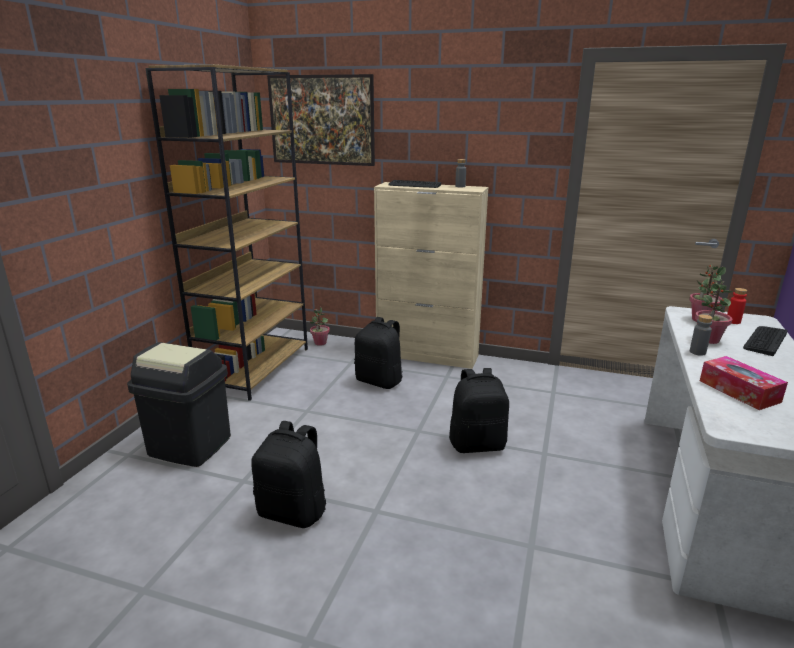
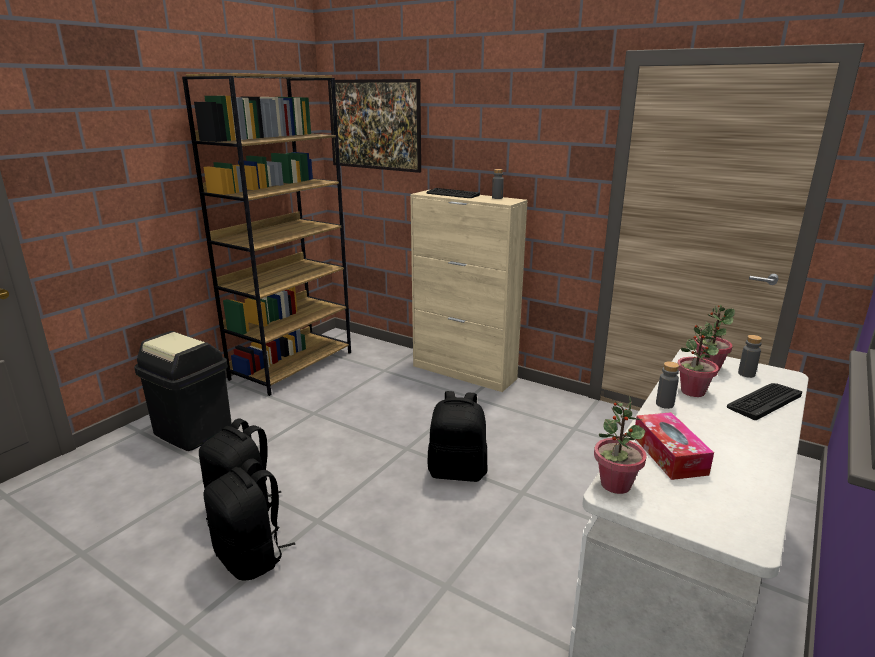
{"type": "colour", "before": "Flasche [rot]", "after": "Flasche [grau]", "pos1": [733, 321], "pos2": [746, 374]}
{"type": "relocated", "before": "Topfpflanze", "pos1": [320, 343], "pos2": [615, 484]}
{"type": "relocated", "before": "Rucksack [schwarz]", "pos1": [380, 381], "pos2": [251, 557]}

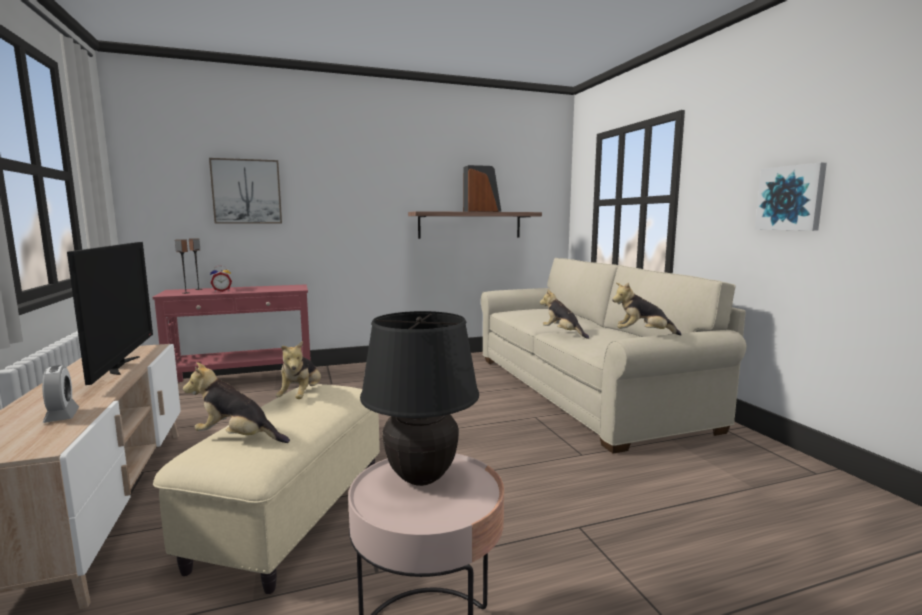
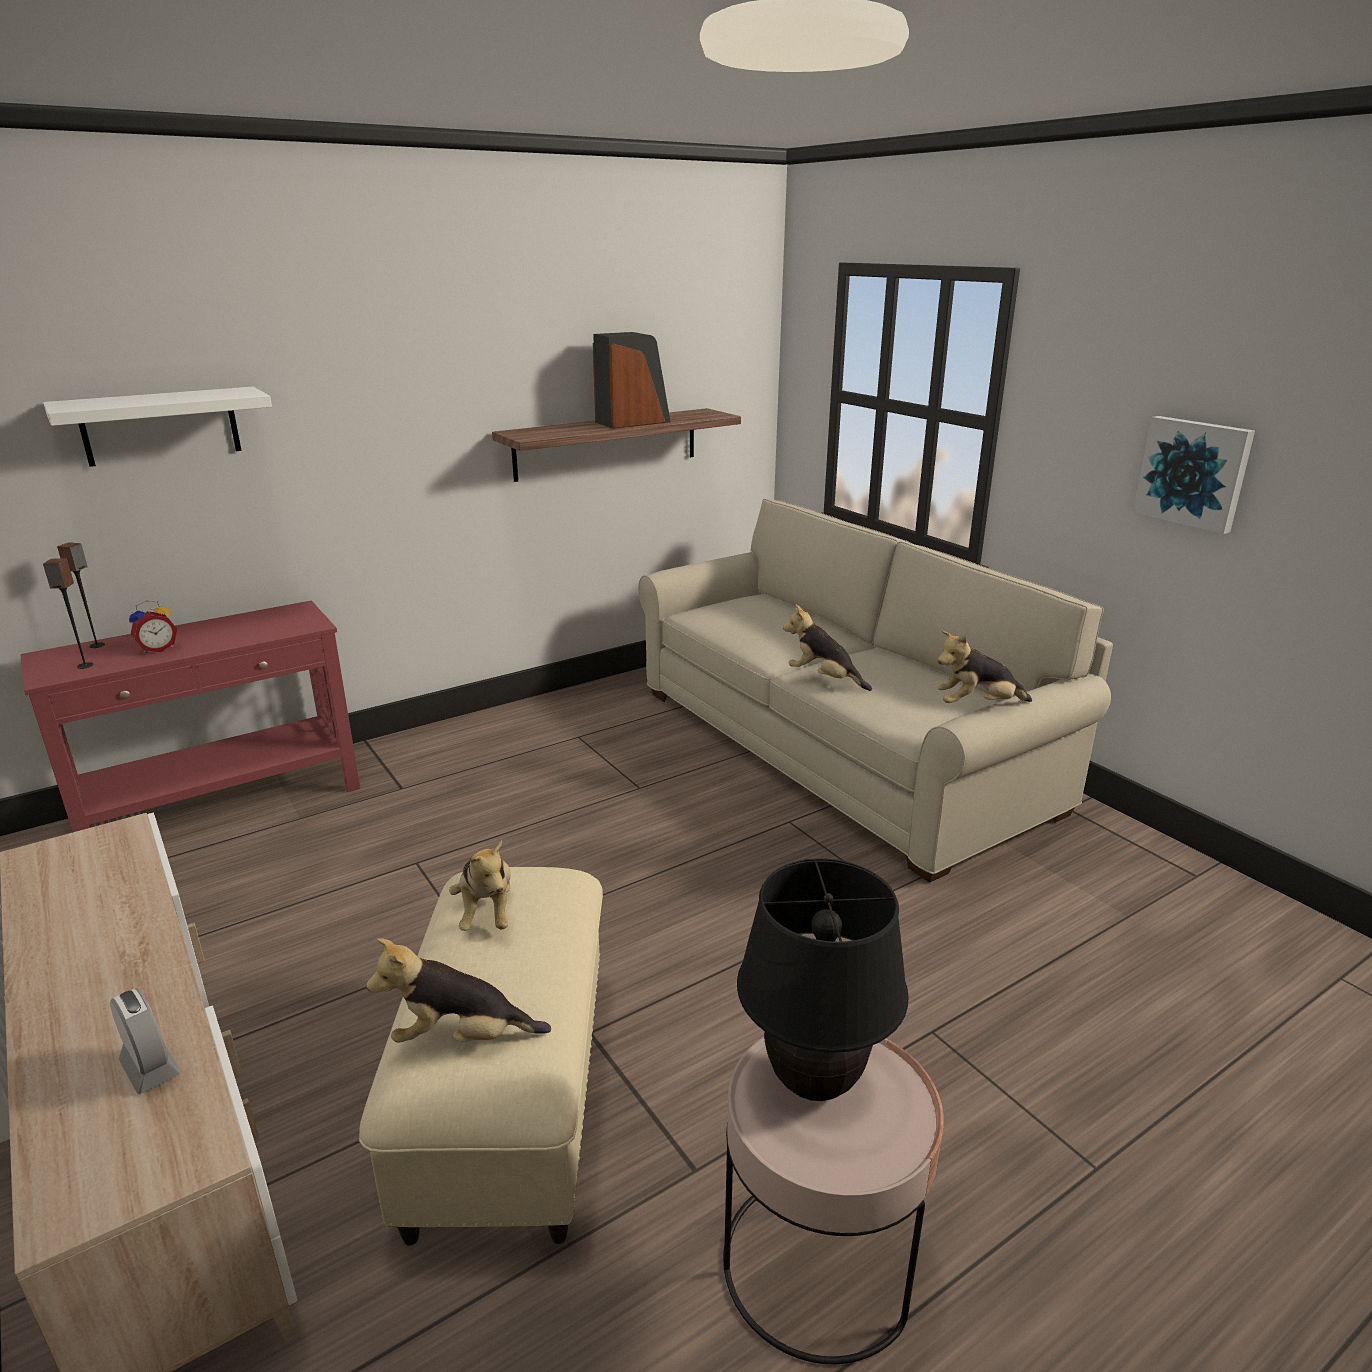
{"type": "exchanged", "before": "Bild", "after": "Wandregal [weiß]", "pos1": [247, 191], "pos2": [160, 426]}
{"type": "missing", "before": "Fernseher", "pos1": [122, 366]}

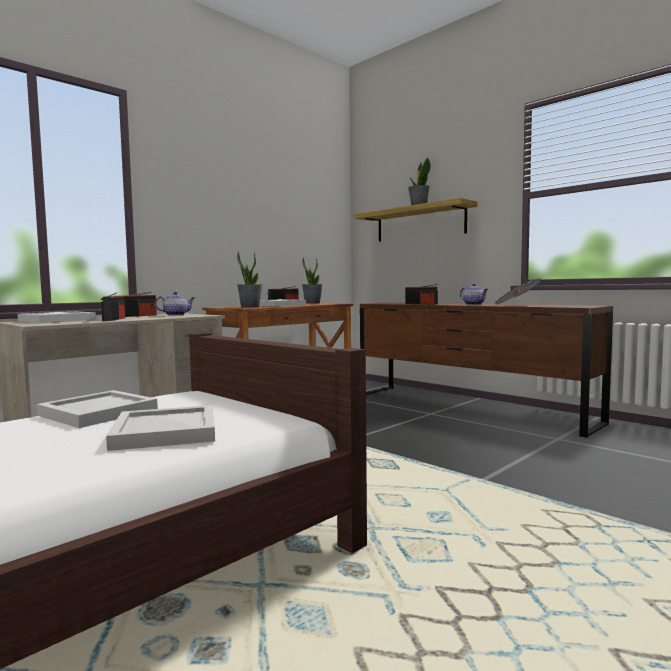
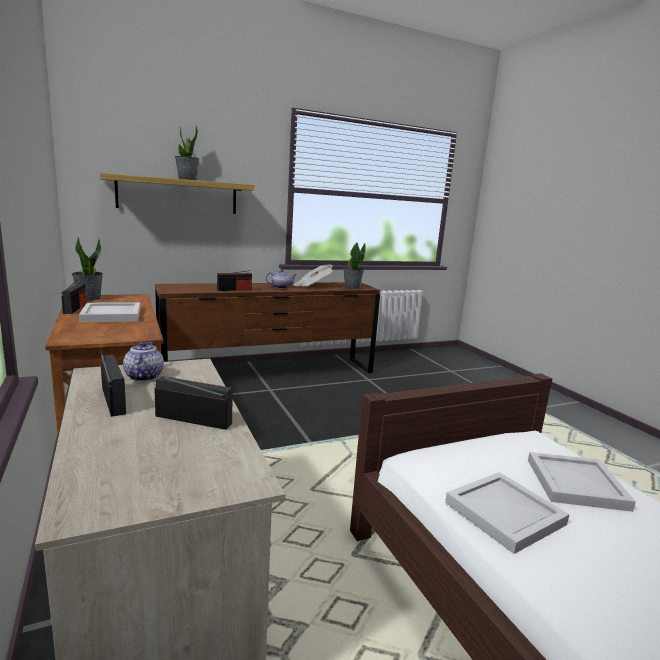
{"type": "relocated", "before": "Topfpflanze", "pos1": [250, 307], "pos2": [352, 287]}
{"type": "missing", "before": "Tablett [weiß]", "pos1": [56, 320]}

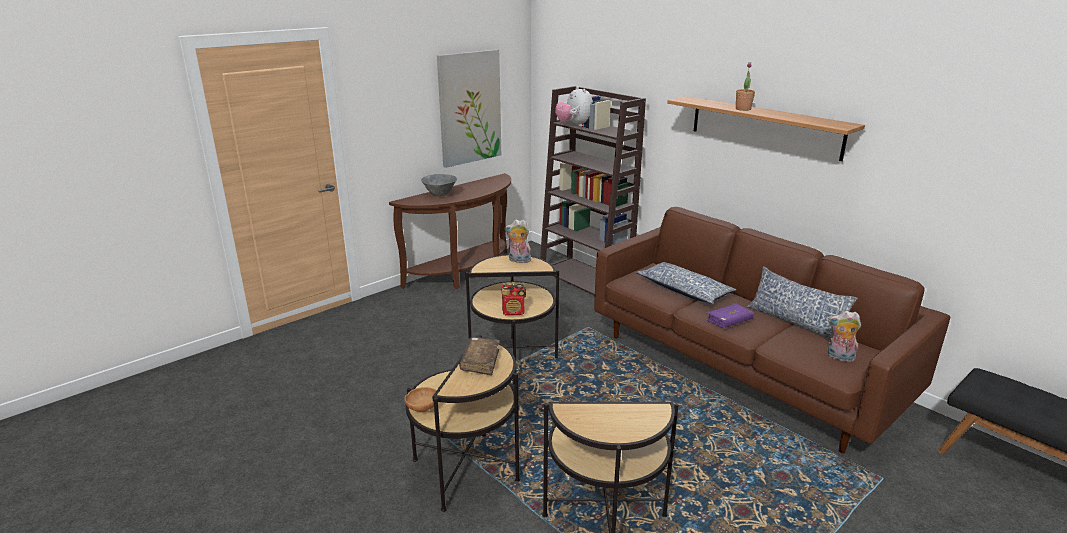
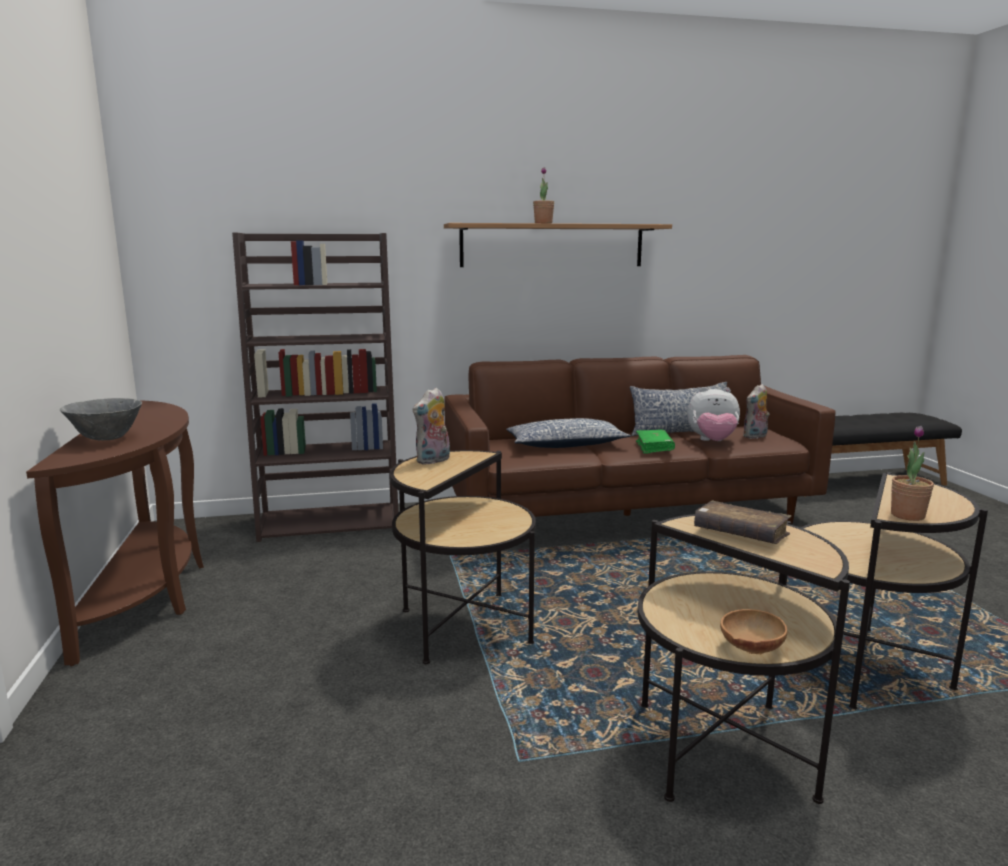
{"type": "missing", "before": "Bild", "pos1": [469, 108]}
{"type": "relocated", "before": "Plüschtier", "pos1": [574, 125], "pos2": [712, 442]}
{"type": "missing", "before": "Radio", "pos1": [513, 312]}
{"type": "colour", "before": "Buch [lila]", "after": "Buch [grün]", "pos1": [729, 321], "pos2": [654, 447]}
{"type": "appeared", "after": "Topfpflanze", "pos2": [907, 515]}

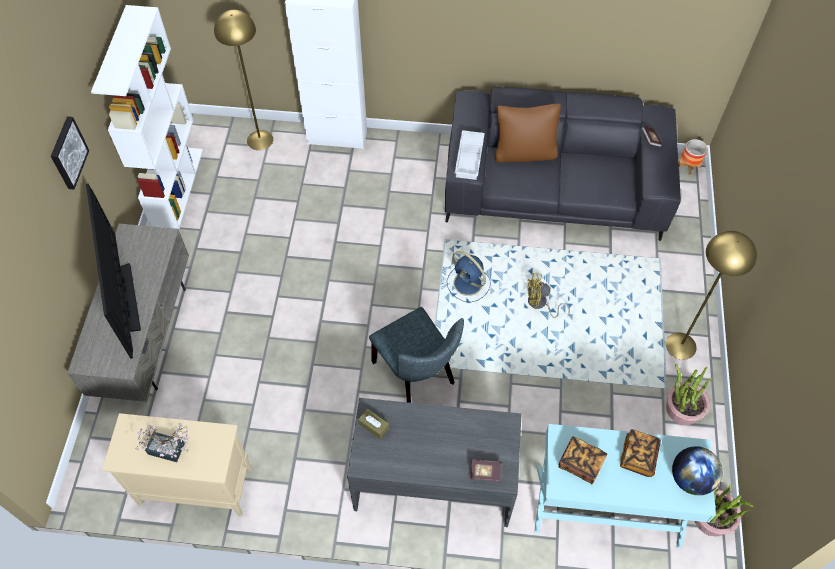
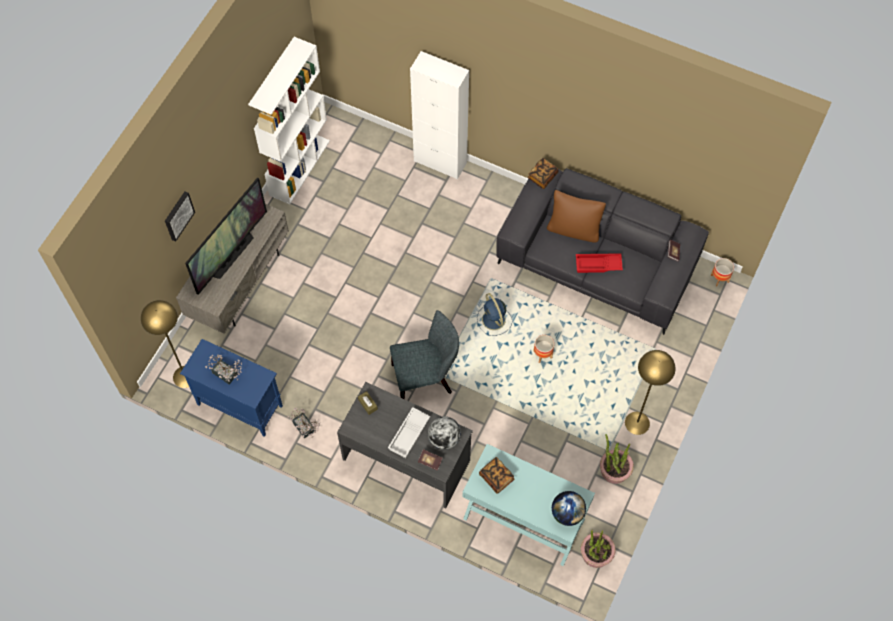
{"type": "relocated", "before": "Stehlampe [gelb]", "pos1": [260, 140], "pos2": [185, 376]}
{"type": "relocated", "before": "Bild", "pos1": [67, 153], "pos2": [178, 215]}
{"type": "relocated", "before": "Tablett [weiß]", "pos1": [470, 158], "pos2": [409, 435]}
{"type": "spun", "before": "Fernseher", "pos1": [127, 298], "pos2": [232, 255], "turn": -150}
{"type": "exchanged", "before": "Ventilator [gelb]", "after": "Pflanzkübel", "pos1": [540, 304], "pos2": [542, 354]}
{"type": "spun", "before": "Stuhl [grau]", "pos1": [417, 375], "pos2": [426, 378], "turn": -90}
{"type": "colour", "before": "Schrank [beige]", "after": "Schrank [blau]", "pos1": [194, 486], "pos2": [239, 405]}
{"type": "relocated", "before": "Buch", "pos1": [638, 456], "pos2": [542, 177]}
{"type": "appeared", "after": "Tablett [rot]", "pos2": [598, 265]}
{"type": "appeared", "after": "Topfpflanze", "pos2": [305, 429]}
{"type": "appeared", "after": "Globus", "pos2": [444, 439]}

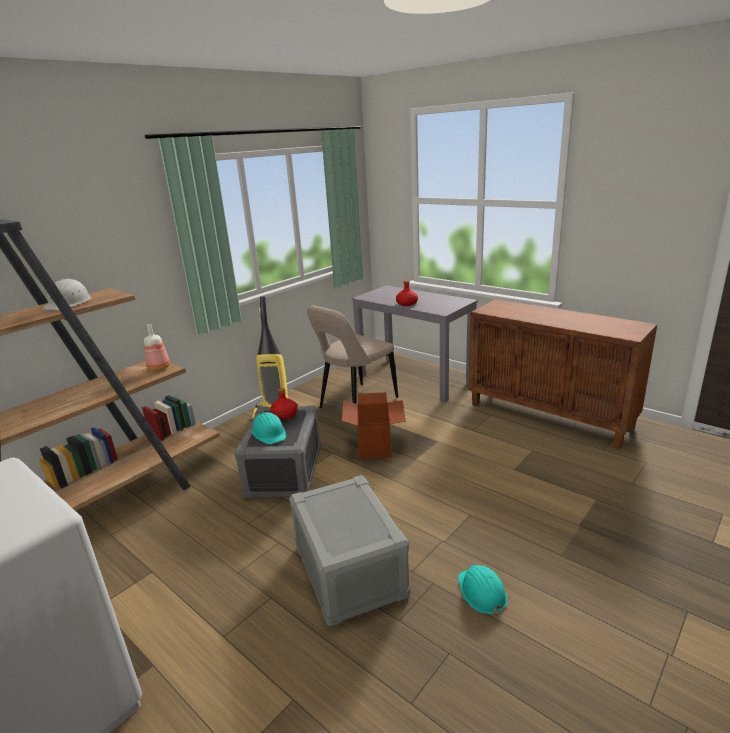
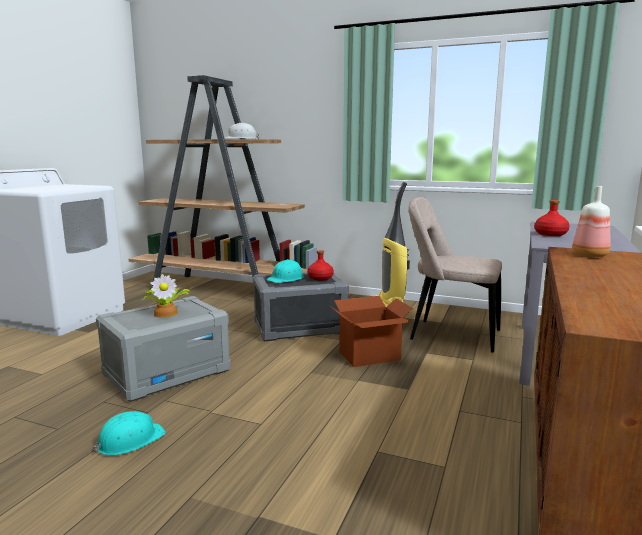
{"type": "relocated", "before": "Flasche", "pos1": [160, 368], "pos2": [591, 255]}
{"type": "appeared", "after": "Topfpflanze", "pos2": [166, 313]}

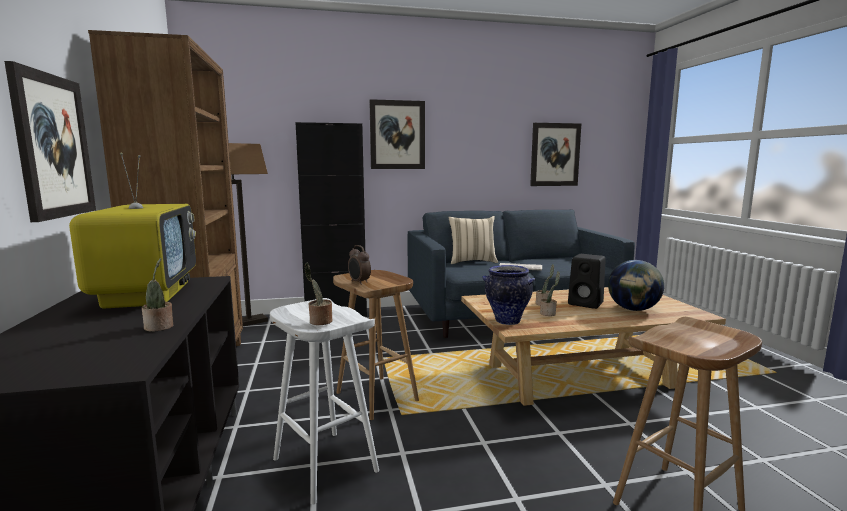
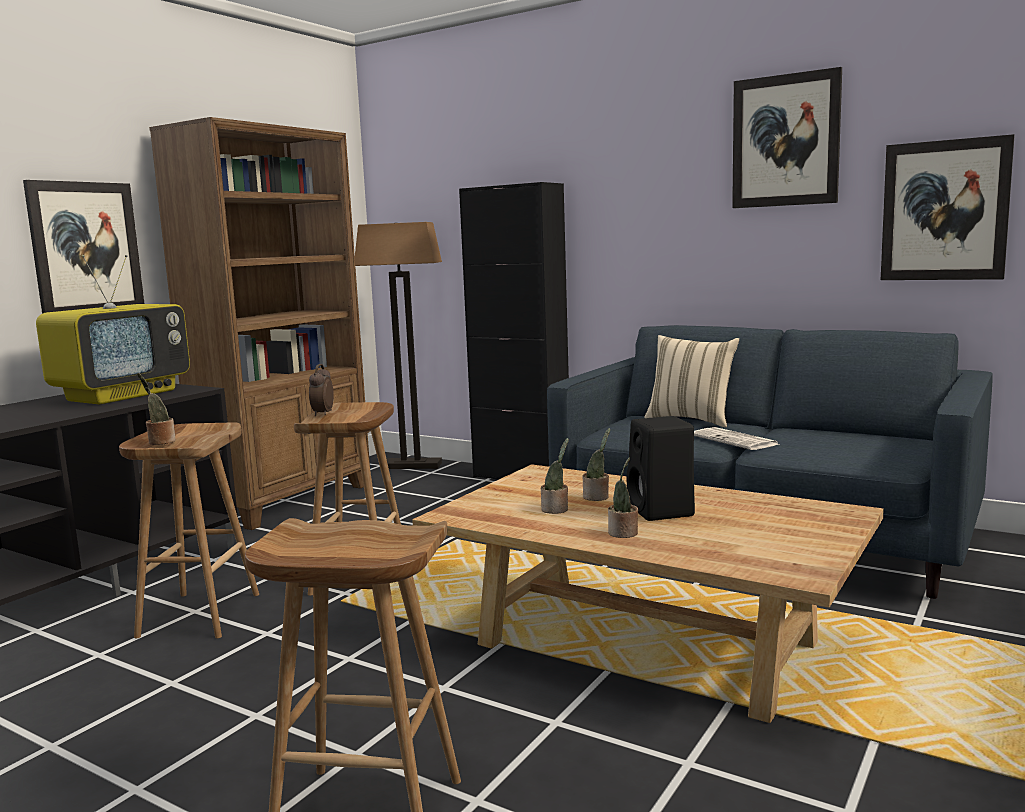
{"type": "relocated", "before": "Bild", "pos1": [397, 135], "pos2": [785, 141]}
{"type": "relocated", "before": "Topfpflanze", "pos1": [160, 327], "pos2": [623, 533]}
{"type": "missing", "before": "Globus", "pos1": [633, 309]}
{"type": "missing", "before": "Vase", "pos1": [506, 321]}
{"type": "colour", "before": "Hocker [weiß]", "after": "Hocker [braun]", "pos1": [323, 464], "pos2": [199, 614]}

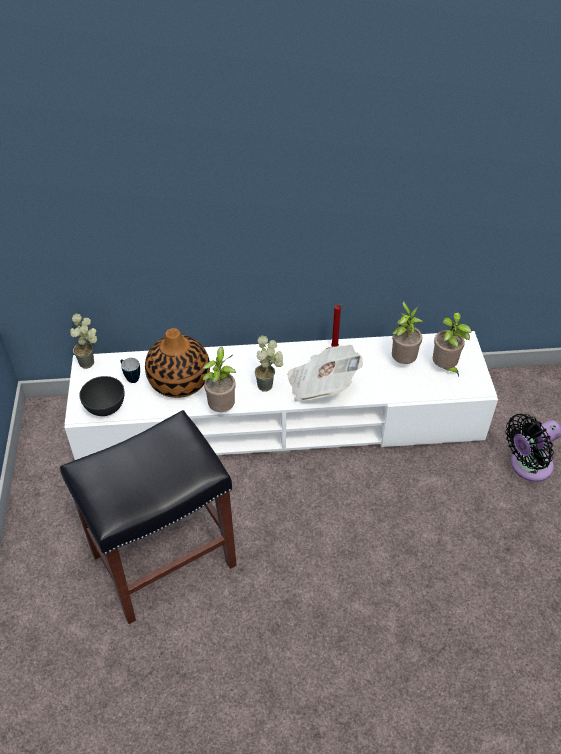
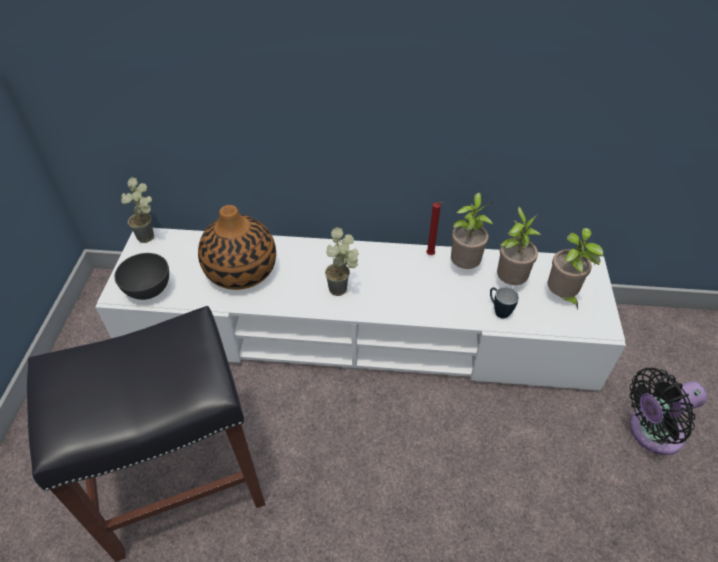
{"type": "missing", "before": "Zeitung", "pos1": [321, 385]}
{"type": "relocated", "before": "Topfpflanze", "pos1": [222, 408], "pos2": [464, 265]}
{"type": "relocated", "before": "Henkelbecher", "pos1": [131, 377], "pos2": [498, 311]}

